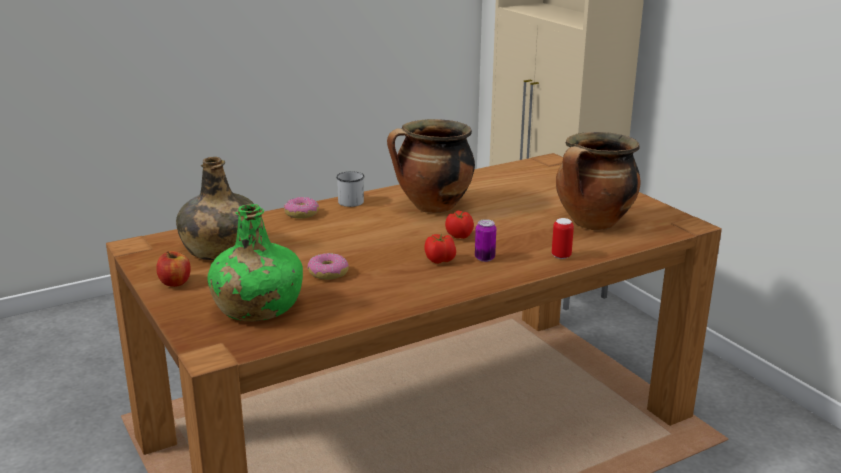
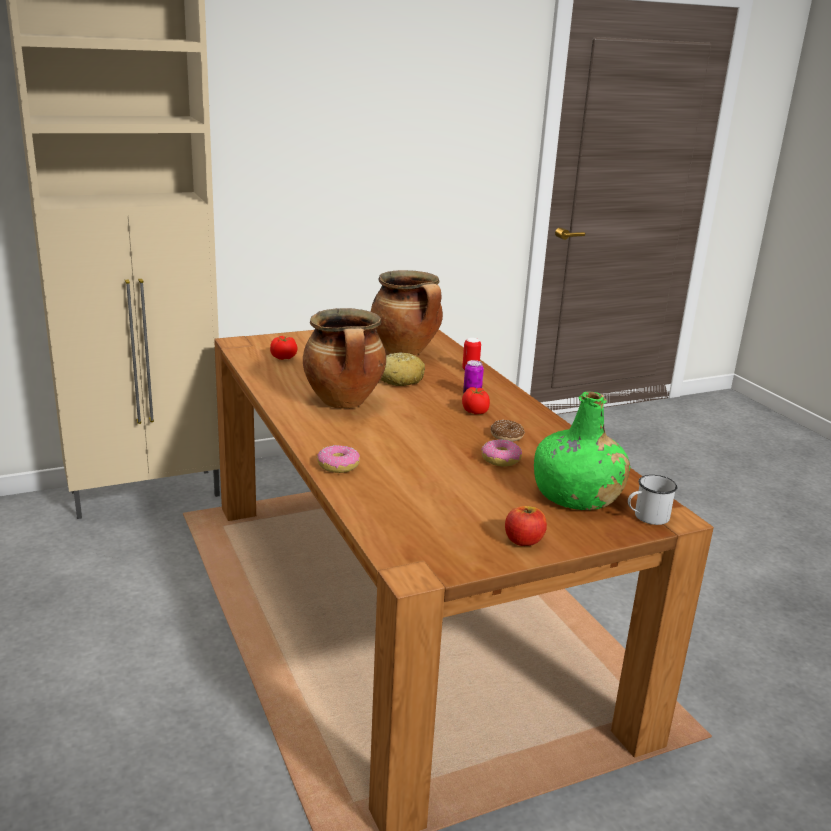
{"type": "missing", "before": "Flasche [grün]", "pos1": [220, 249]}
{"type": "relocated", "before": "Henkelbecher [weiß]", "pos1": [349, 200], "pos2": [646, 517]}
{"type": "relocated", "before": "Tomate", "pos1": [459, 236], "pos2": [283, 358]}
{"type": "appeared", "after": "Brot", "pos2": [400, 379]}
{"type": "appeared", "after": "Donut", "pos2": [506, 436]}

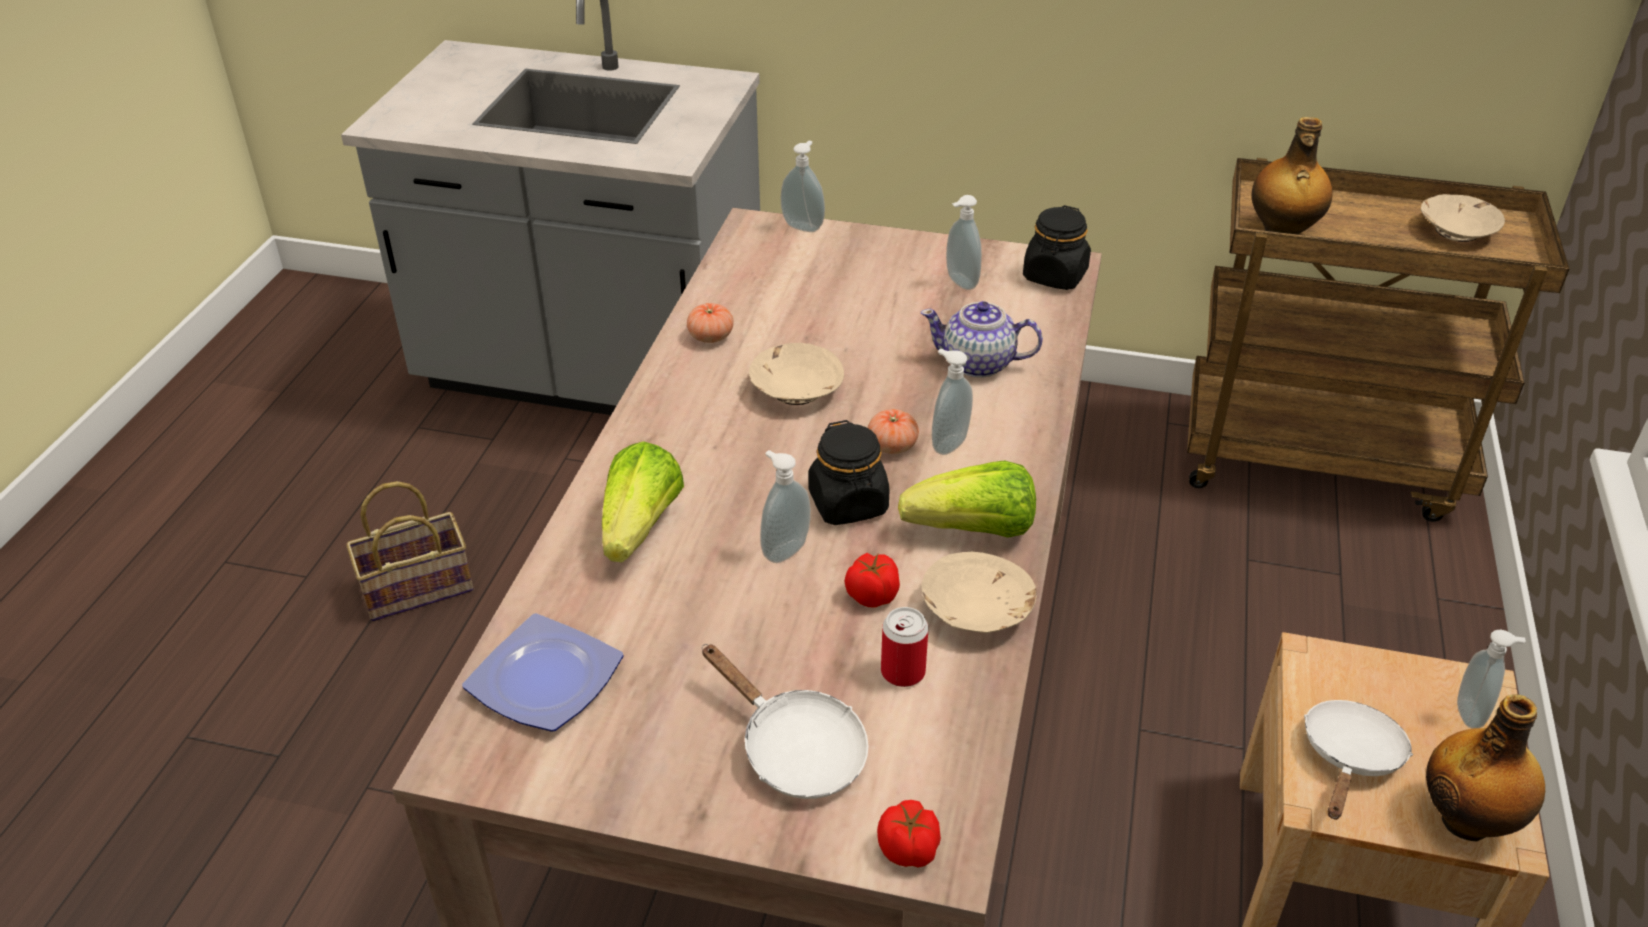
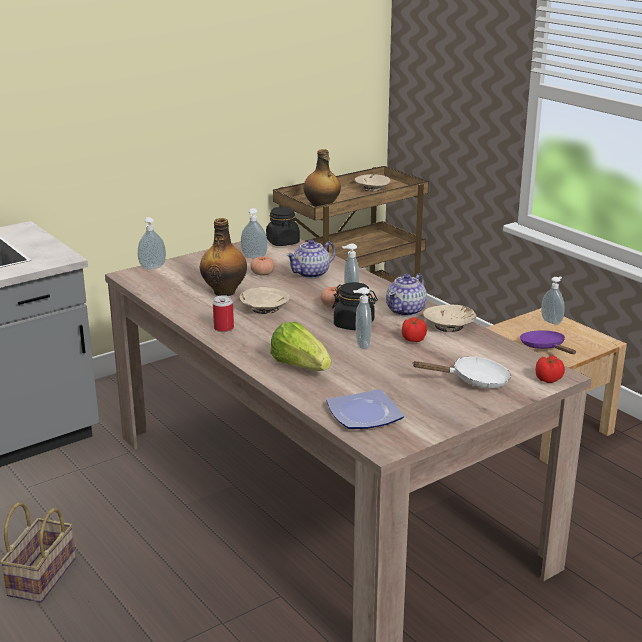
{"type": "relocated", "before": "Tomate", "pos1": [711, 336], "pos2": [262, 273]}
{"type": "exchanged", "before": "Salatkopf", "after": "Teekanne", "pos1": [973, 530], "pos2": [406, 310]}
{"type": "relocated", "before": "Dose", "pos1": [903, 672], "pos2": [223, 328]}
{"type": "relocated", "before": "Flasche", "pos1": [1468, 820], "pos2": [225, 291]}
{"type": "colour", "before": "Pfanne [weiß]", "after": "Pfanne [lila]", "pos1": [1350, 758], "pos2": [544, 347]}

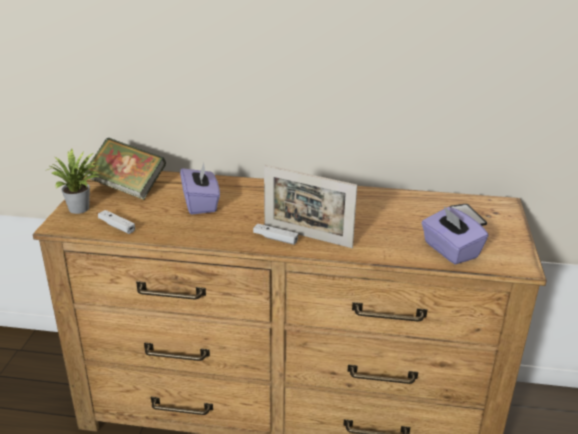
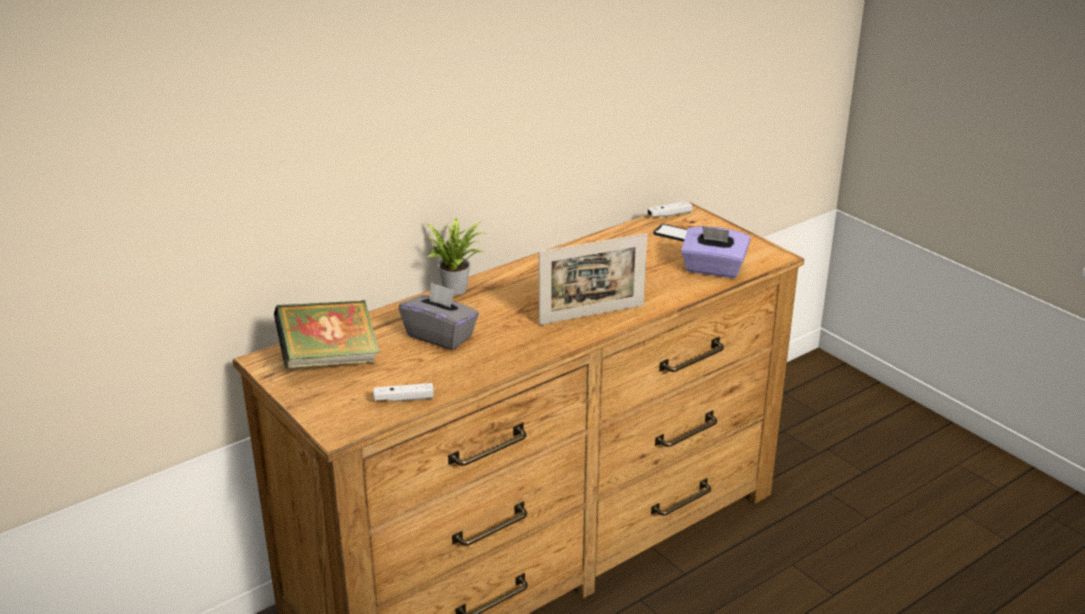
{"type": "relocated", "before": "Topfpflanze", "pos1": [81, 209], "pos2": [458, 289]}
{"type": "colour", "before": "Taschentuchbox [lila]", "after": "Taschentuchbox [grau]", "pos1": [201, 203], "pos2": [440, 336]}
{"type": "relocated", "before": "Gamepad [weiß]", "pos1": [275, 238], "pos2": [669, 215]}

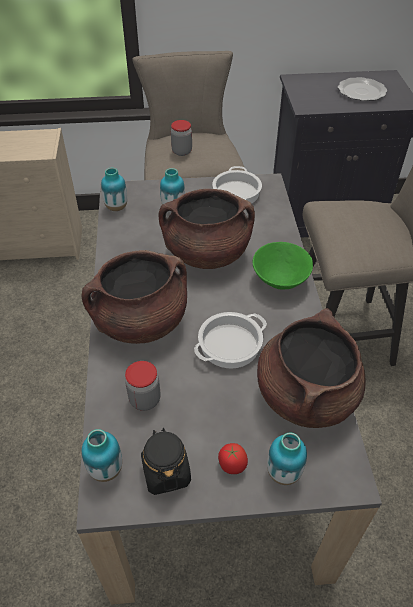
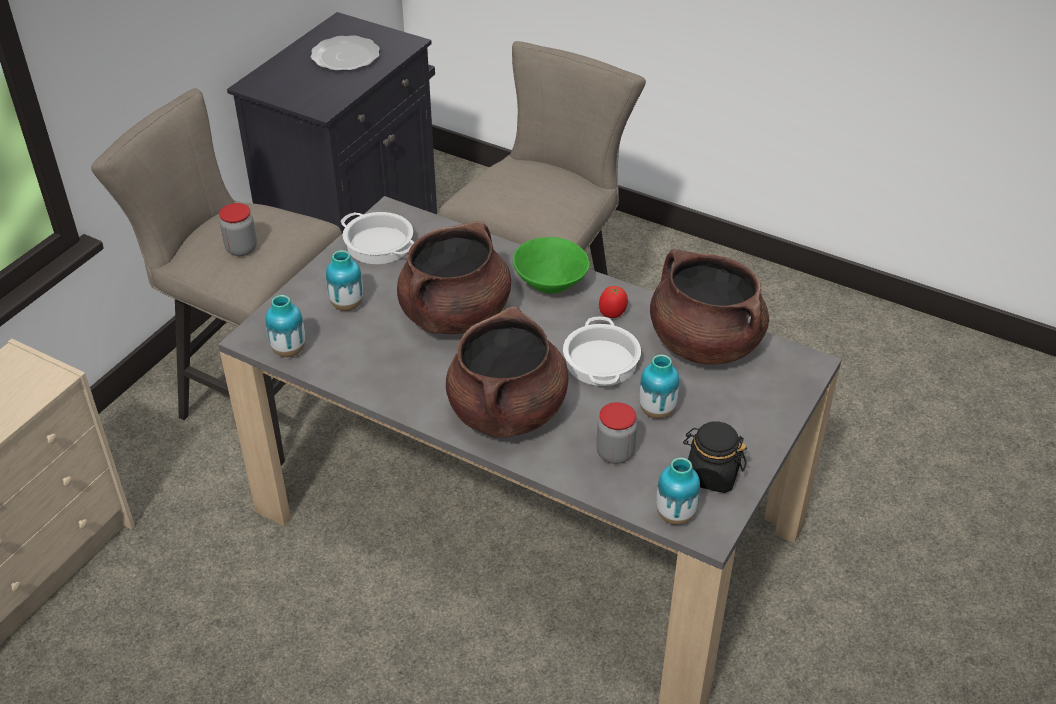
{"type": "relocated", "before": "Vase", "pos1": [283, 473], "pos2": [657, 411]}
{"type": "relocated", "before": "Tomate", "pos1": [232, 466], "pos2": [612, 313]}

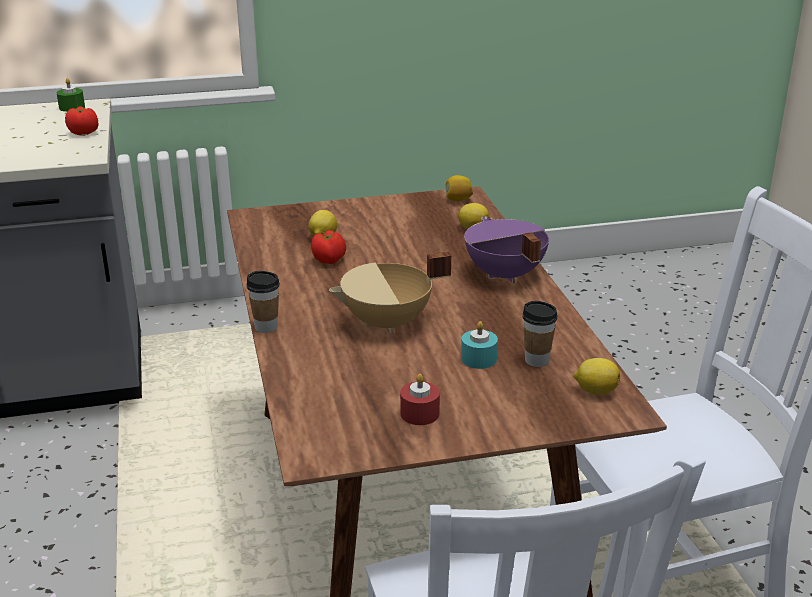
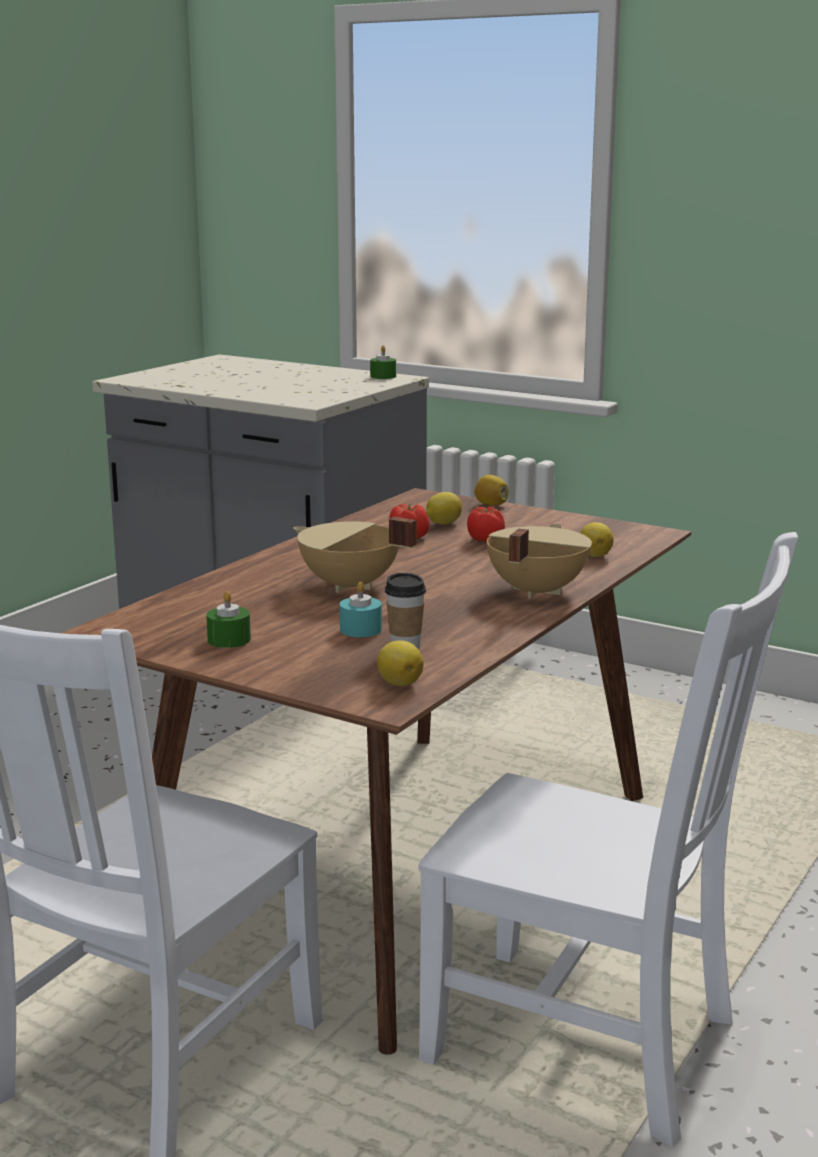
{"type": "relocated", "before": "Tomate", "pos1": [83, 133], "pos2": [486, 540]}
{"type": "relocated", "before": "Zitrone", "pos1": [458, 200], "pos2": [491, 505]}
{"type": "colour", "before": "Kochtopf [lila]", "after": "Kochtopf [beige]", "pos1": [503, 275], "pos2": [534, 591]}
{"type": "missing", "before": "Tasse", "pos1": [266, 327]}
{"type": "colour", "before": "Kerze [rot]", "after": "Kerze [grün]", "pos1": [419, 413], "pos2": [229, 640]}

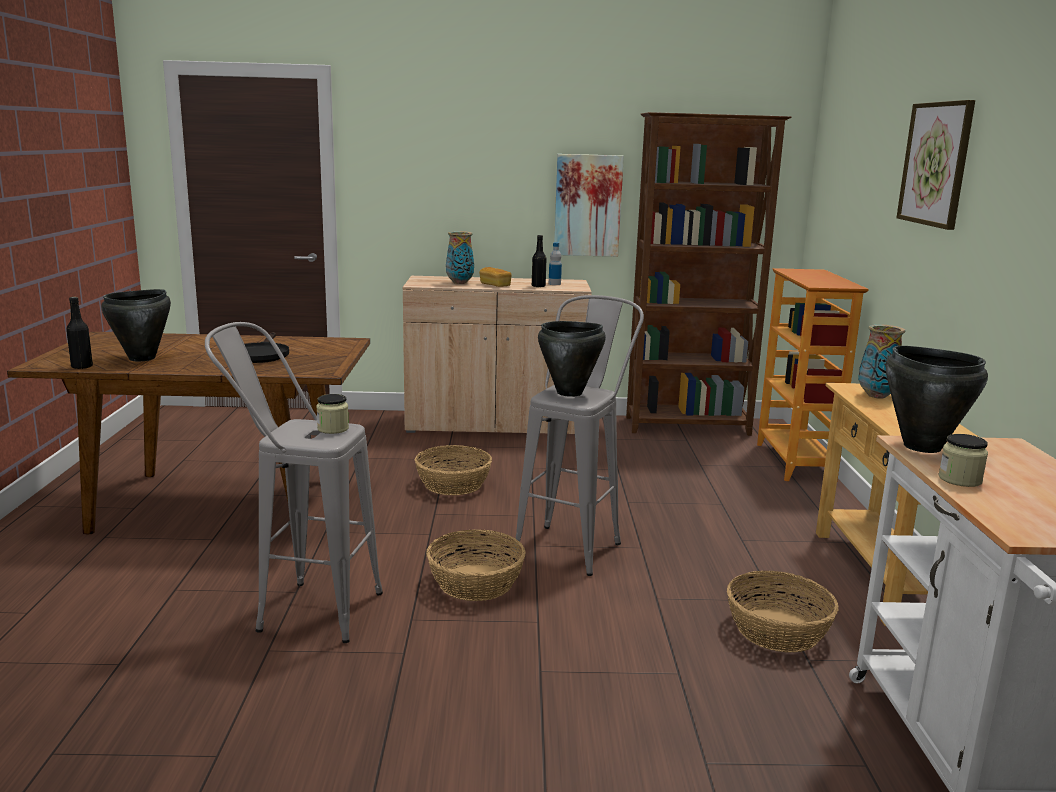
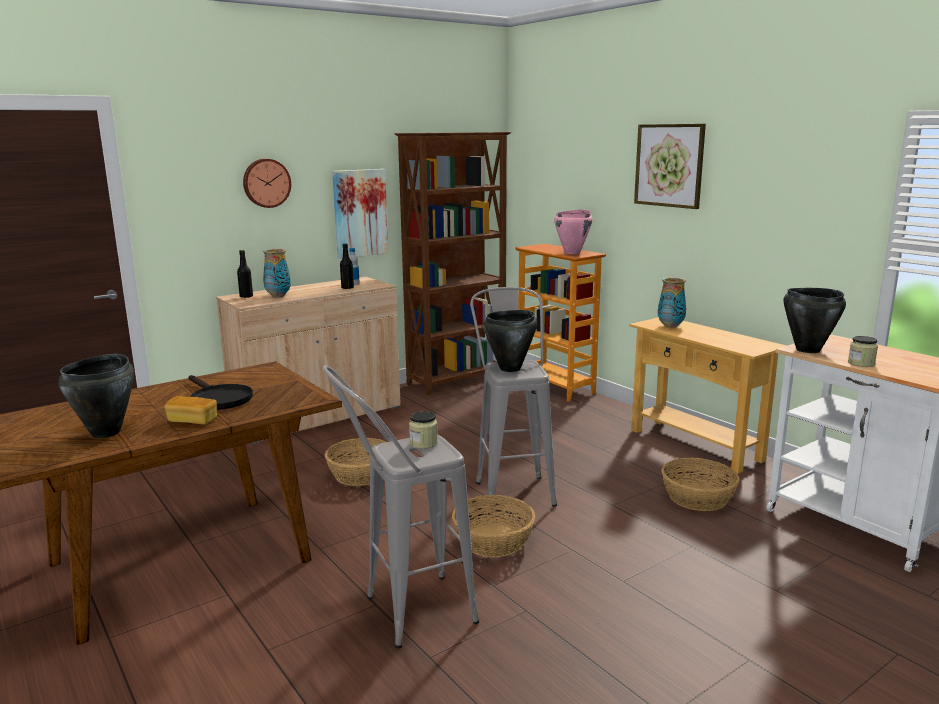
{"type": "relocated", "before": "Brot", "pos1": [495, 285], "pos2": [192, 421]}
{"type": "relocated", "before": "Flasche [schwarz]", "pos1": [82, 367], "pos2": [246, 296]}
{"type": "appeared", "after": "Wanduhr", "pos2": [266, 183]}
{"type": "appeared", "after": "Kochtopf [rosa]", "pos2": [572, 253]}

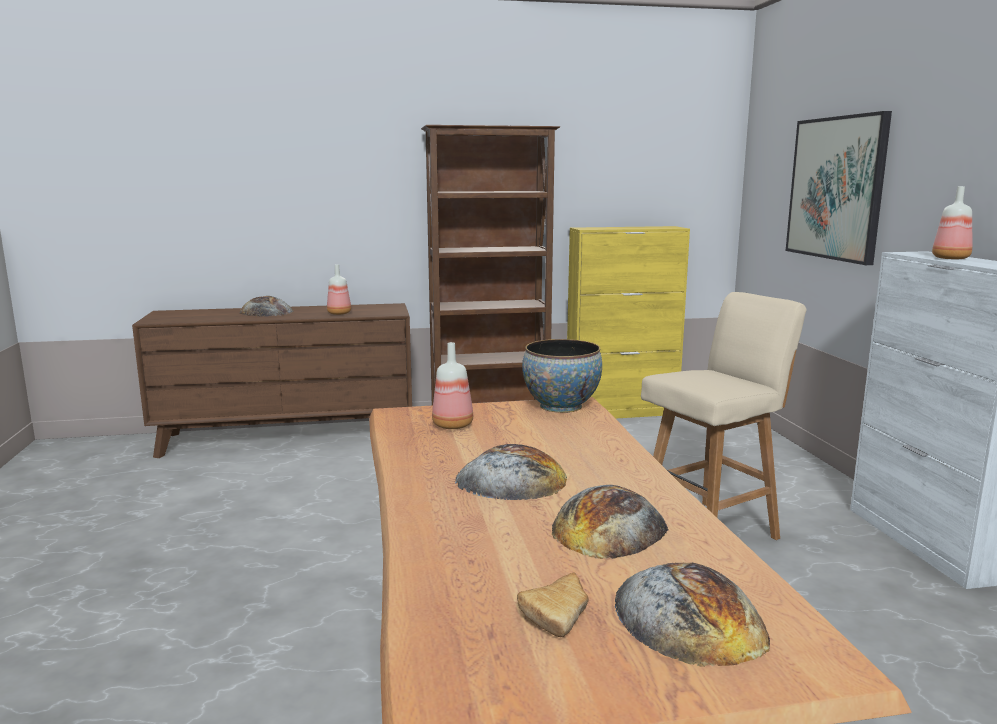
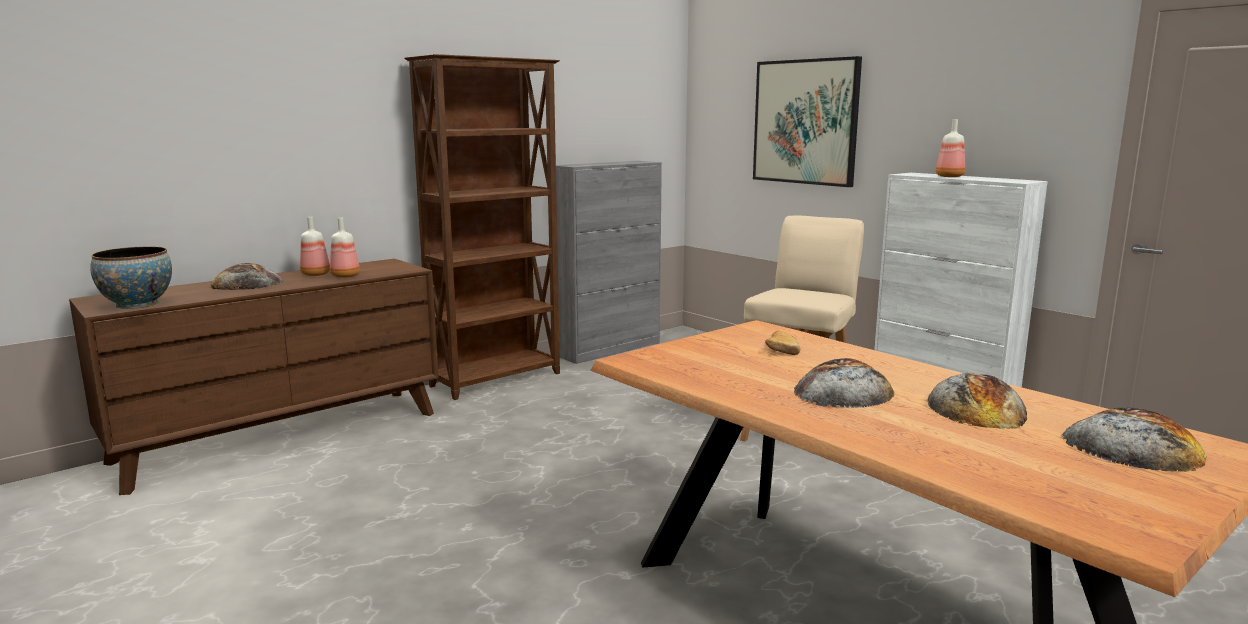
{"type": "colour", "before": "Schrank [gelb]", "after": "Schrank [grau]", "pos1": [622, 412], "pos2": [609, 349]}
{"type": "relocated", "before": "Schüssel", "pos1": [561, 406], "pos2": [137, 304]}
{"type": "relocated", "before": "Flasche", "pos1": [454, 425], "pos2": [316, 274]}
{"type": "relocated", "before": "Brot", "pos1": [559, 613], "pos2": [782, 349]}

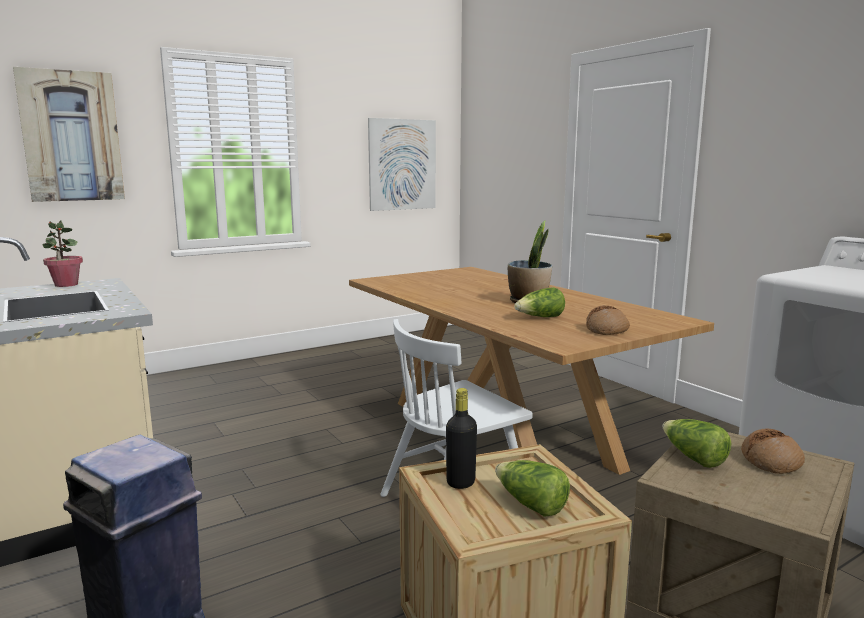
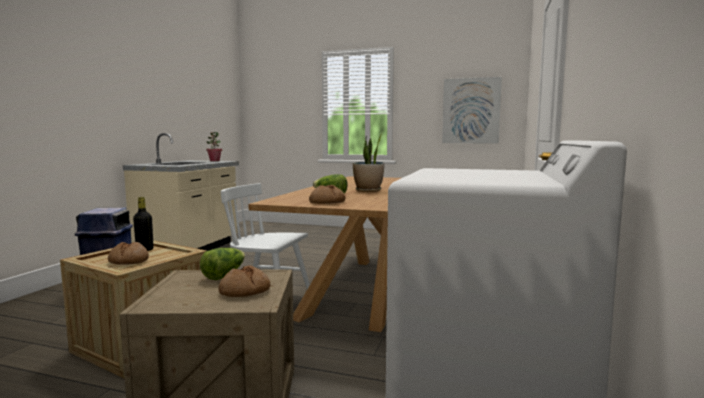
{"type": "missing", "before": "Bild", "pos1": [71, 136]}
{"type": "exchanged", "before": "Salatkopf", "after": "Brot", "pos1": [530, 504], "pos2": [128, 261]}

